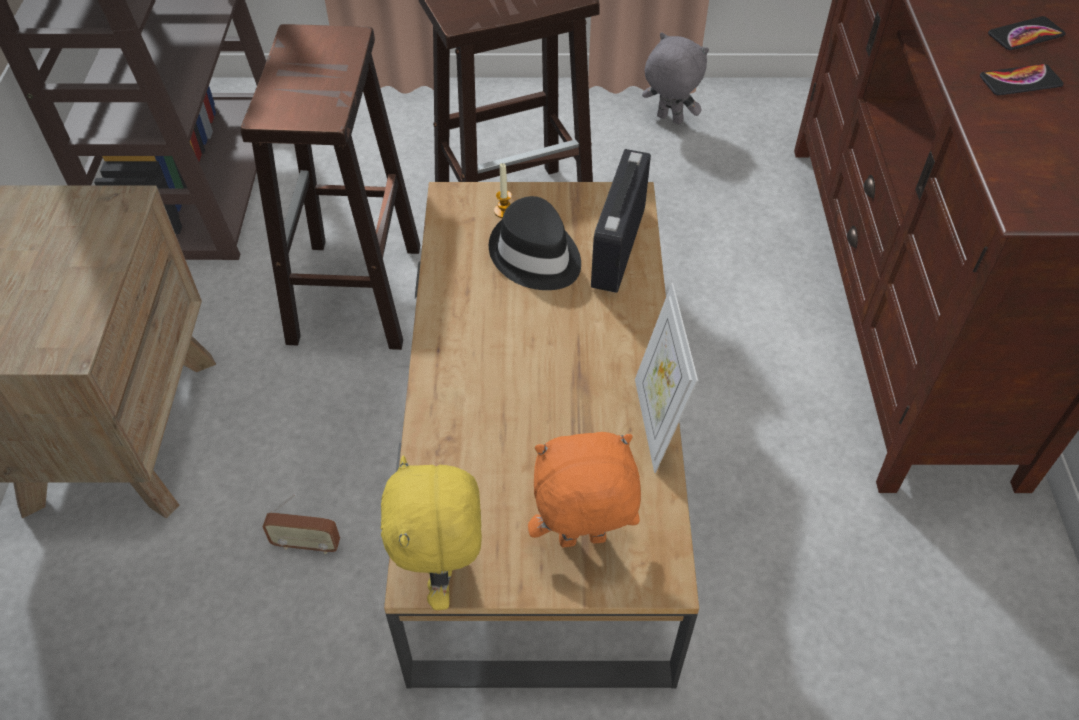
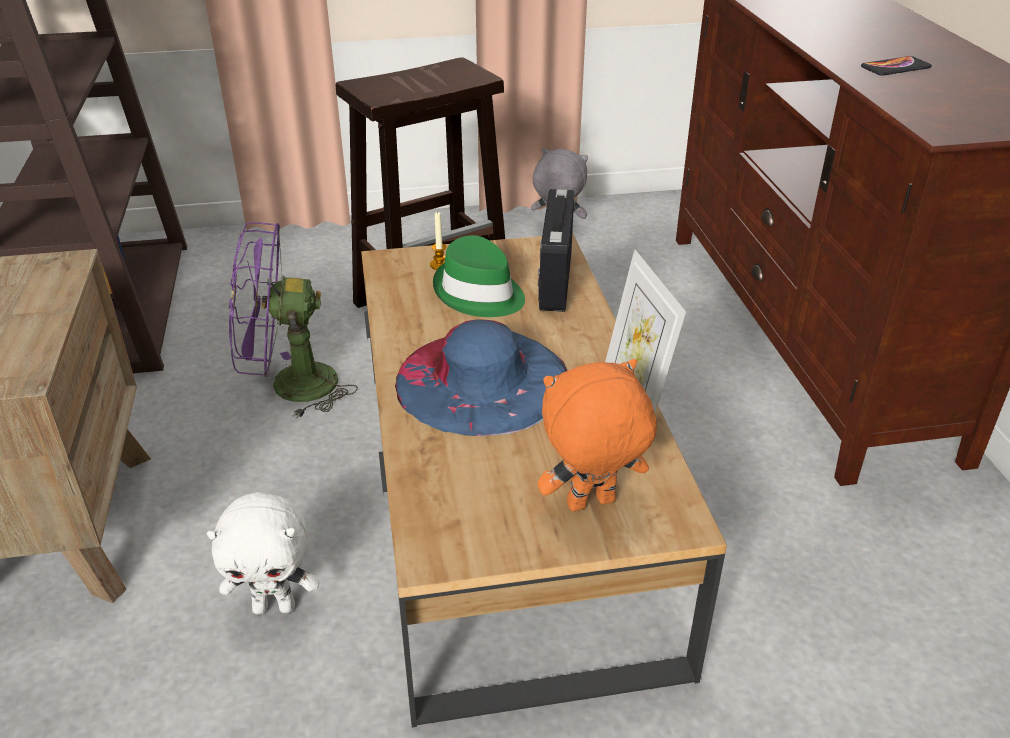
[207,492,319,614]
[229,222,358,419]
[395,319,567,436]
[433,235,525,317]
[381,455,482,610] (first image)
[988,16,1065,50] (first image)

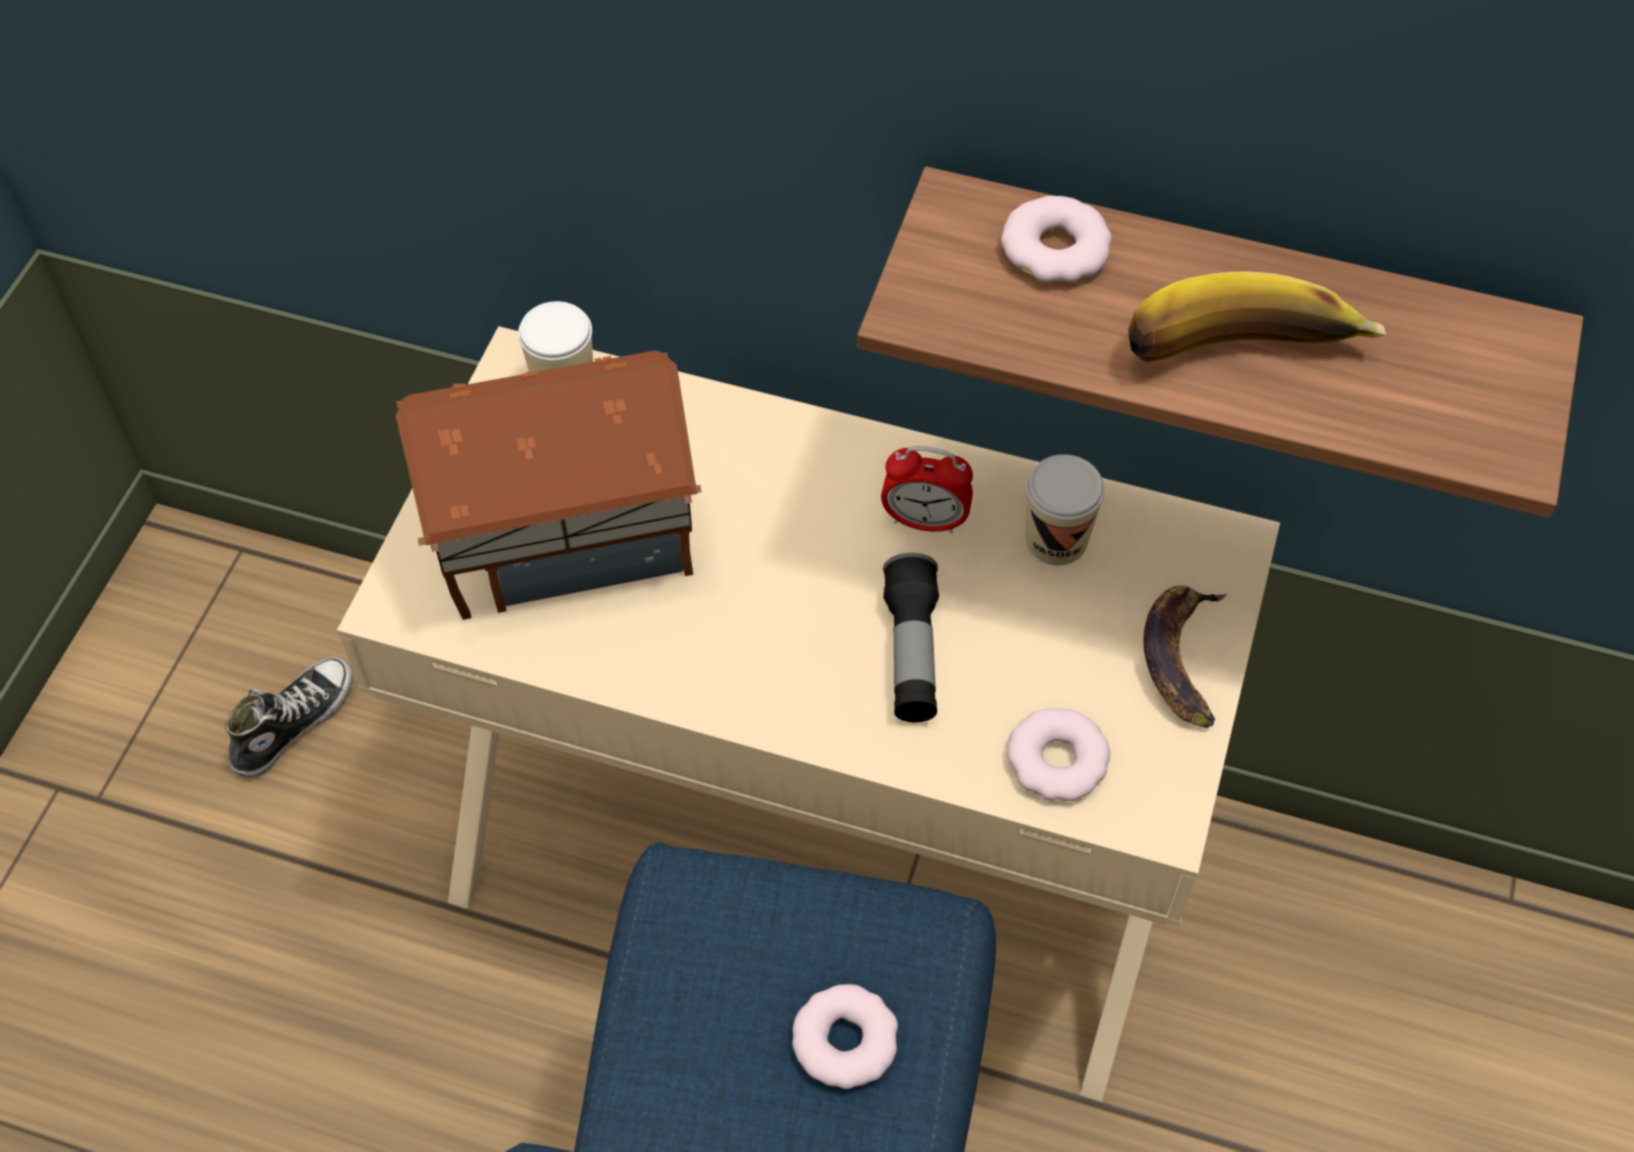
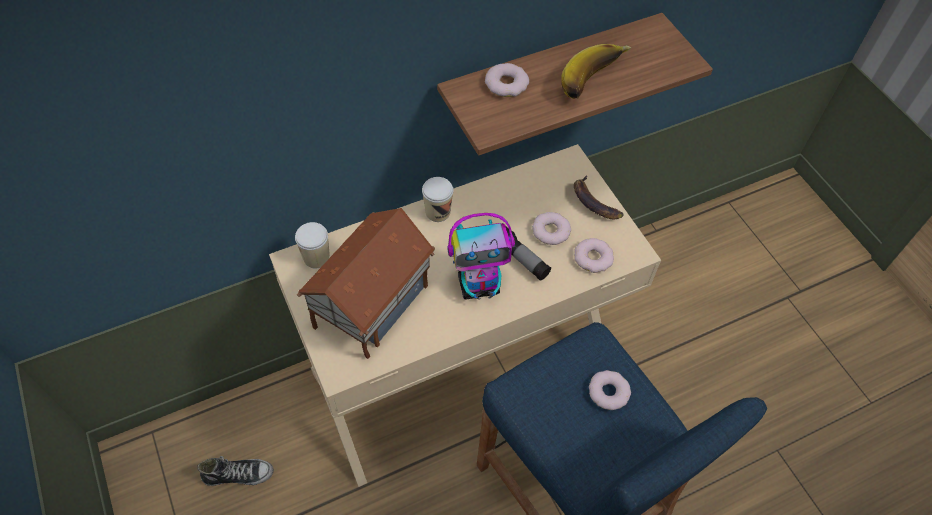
[197,456,274,486]
[422,177,453,222]
[447,213,515,300]
[532,212,571,245]
[881,446,973,533] (first image)

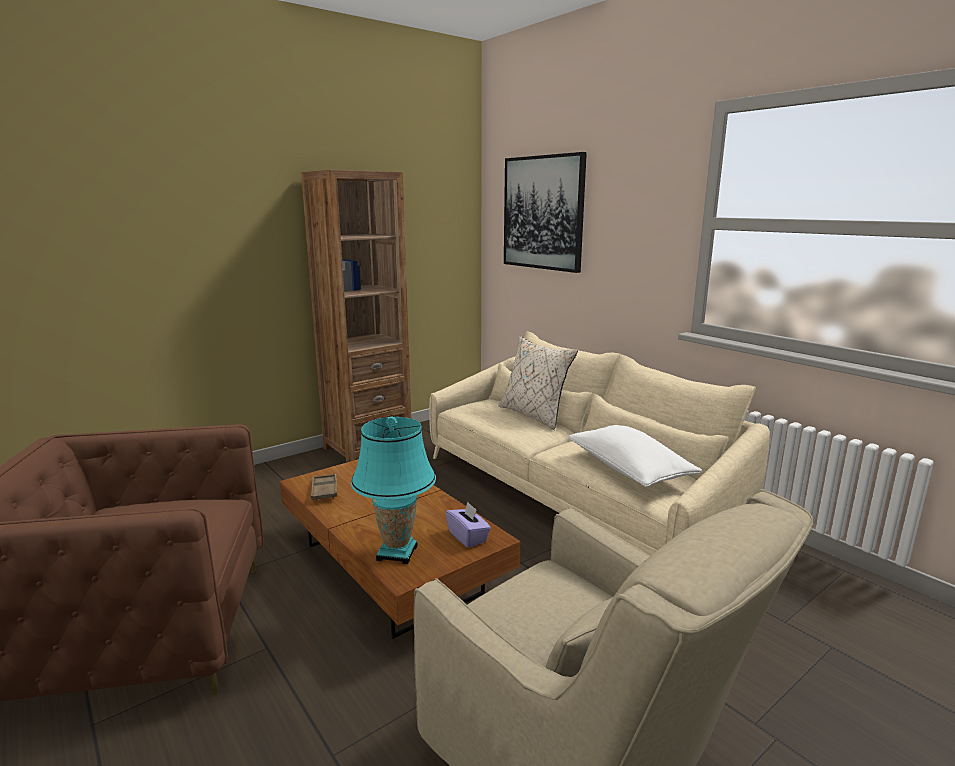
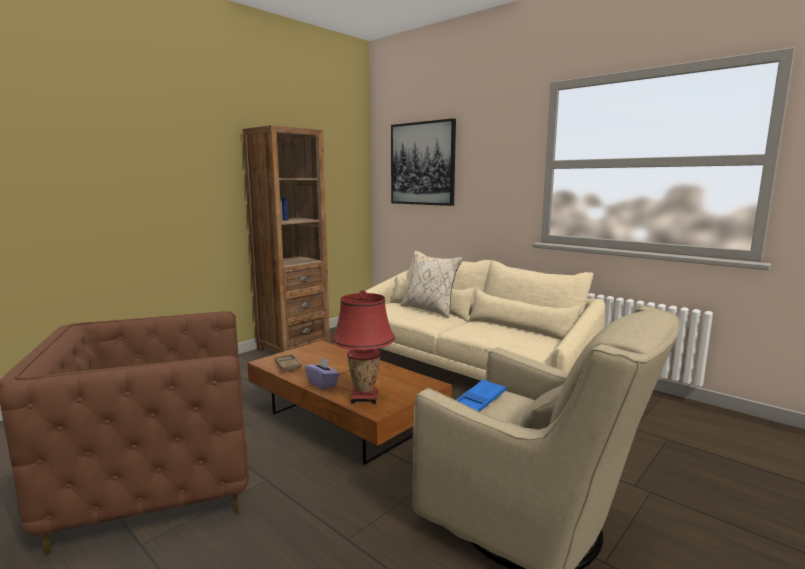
[305,357,340,389]
[332,290,395,404]
[456,379,506,412]
[568,425,702,487] (first image)

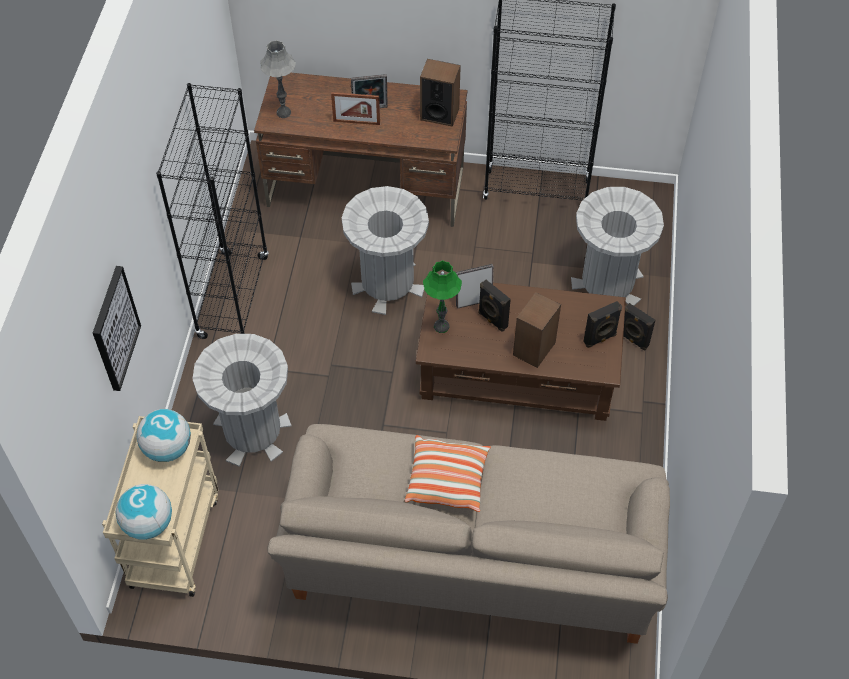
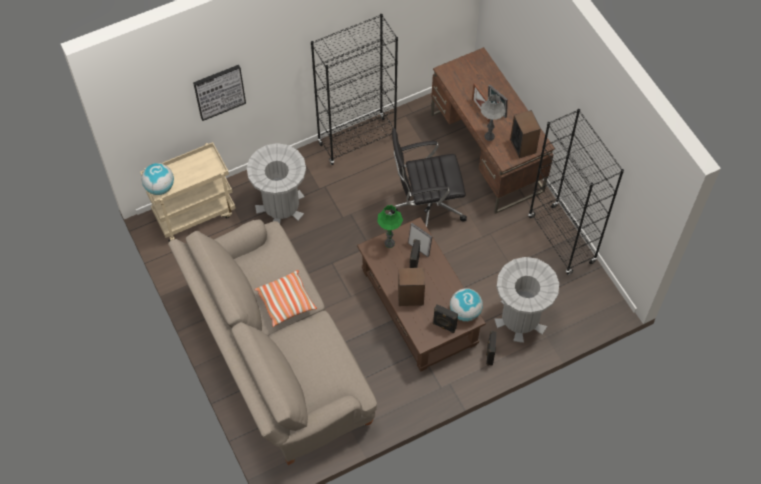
[390,128,467,227]
[450,288,483,321]
[481,95,506,141]

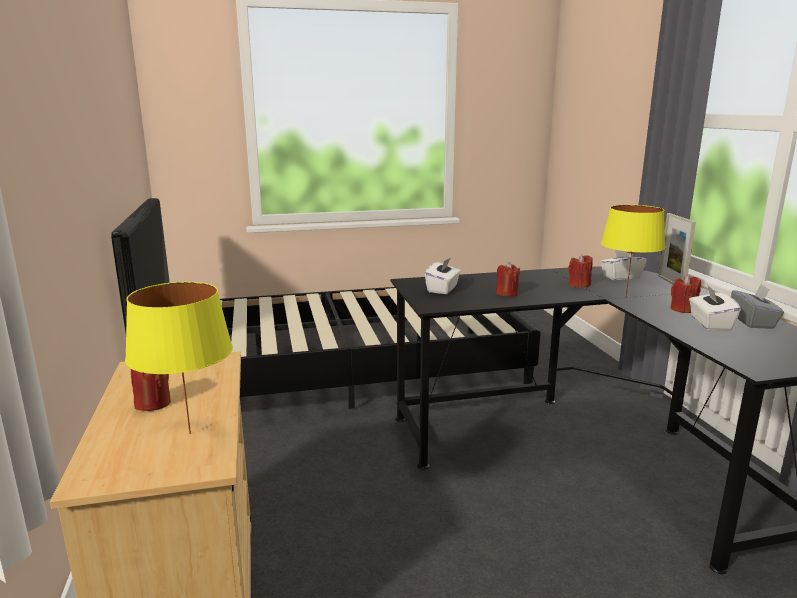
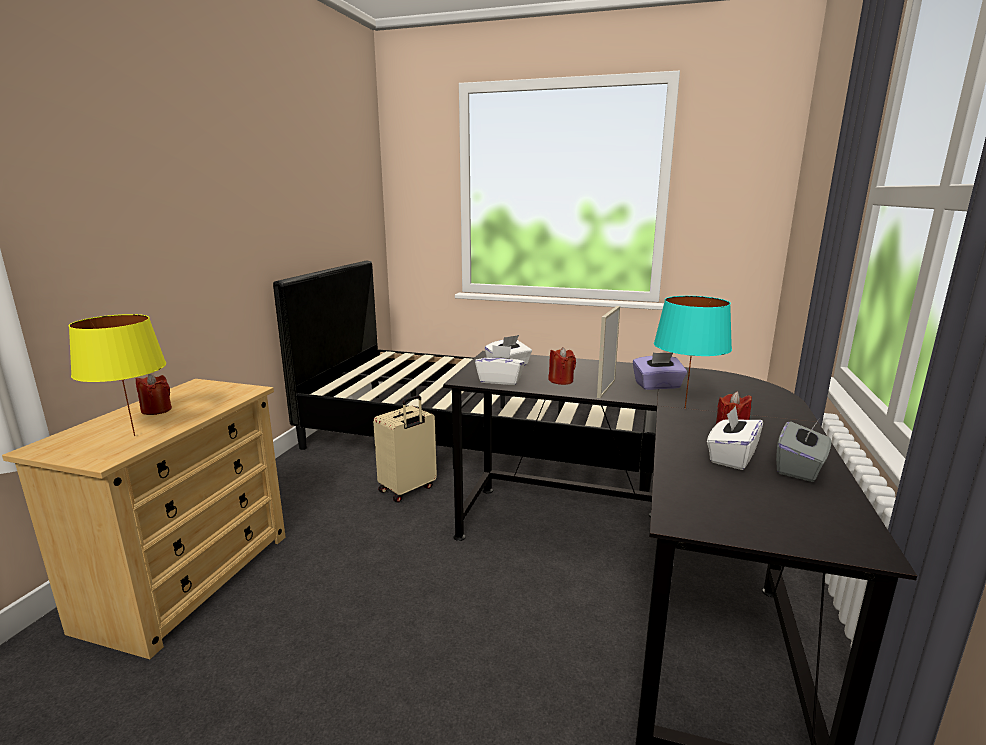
[373,395,437,503]
[475,345,525,385]
[597,306,620,398]
[633,353,687,390]
[654,296,732,409]

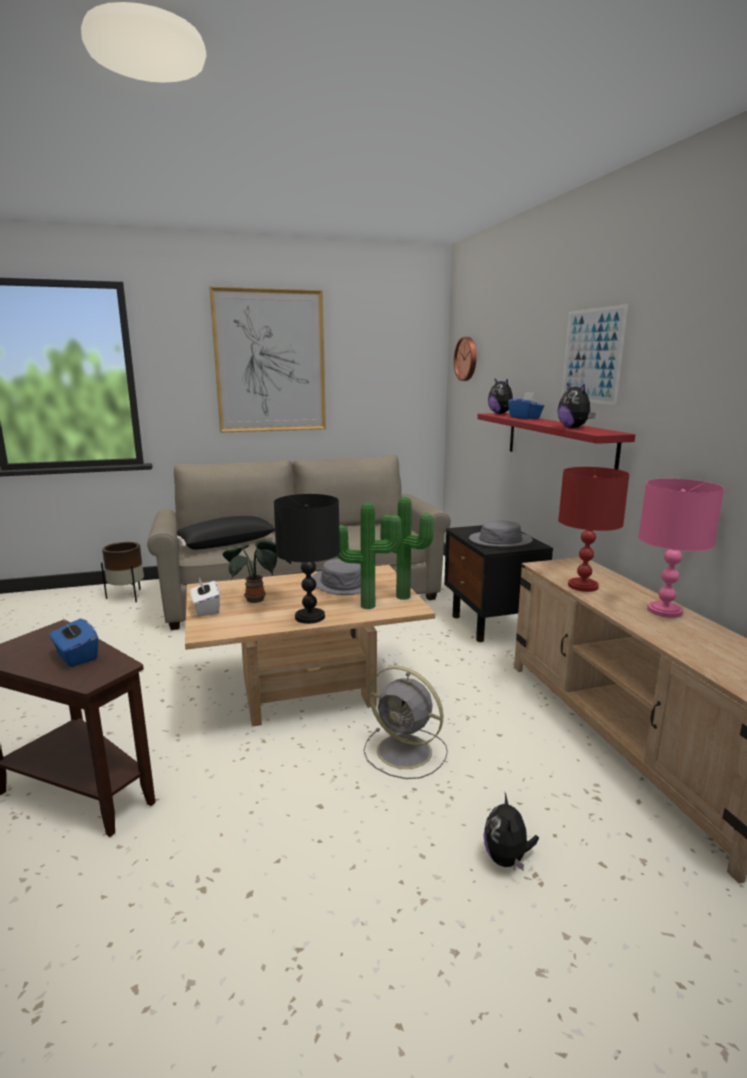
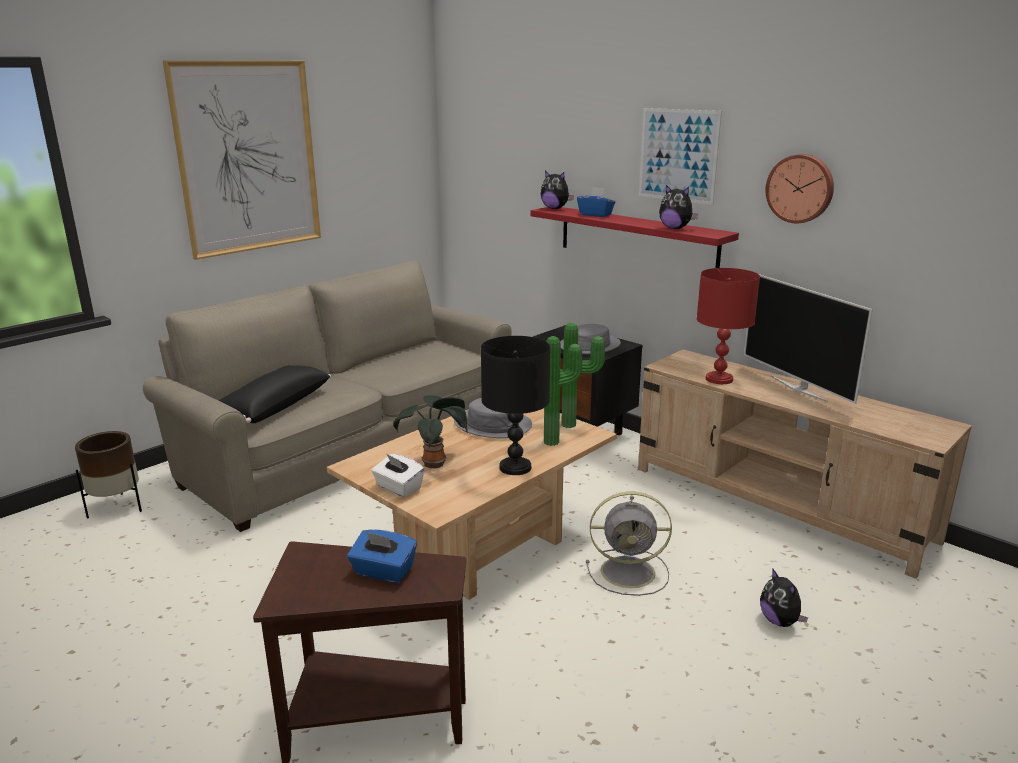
[744,274,873,404]
[765,154,834,223]

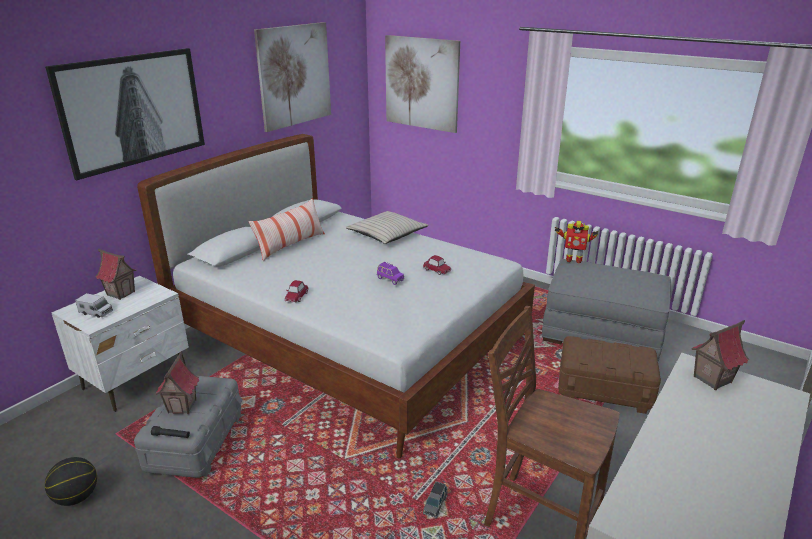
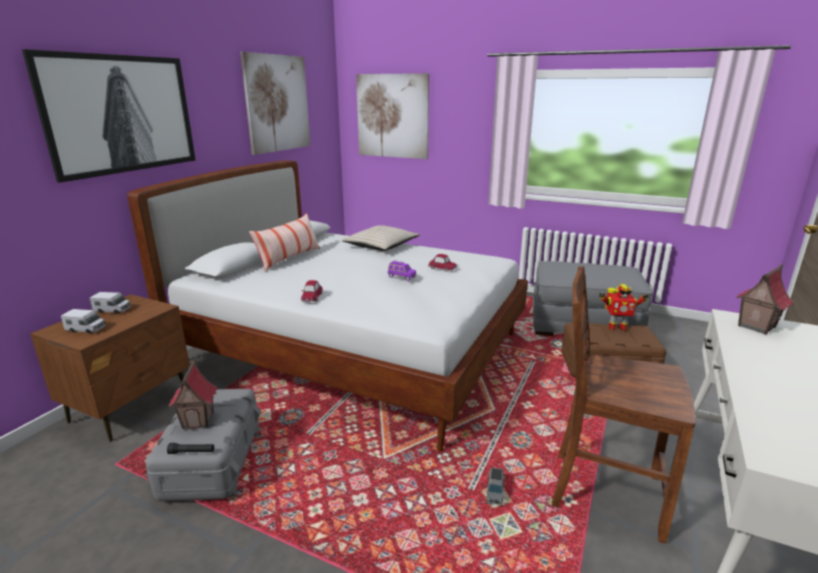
[30,294,190,442]
[90,292,131,314]
[599,284,649,331]
[45,457,97,506] (first image)

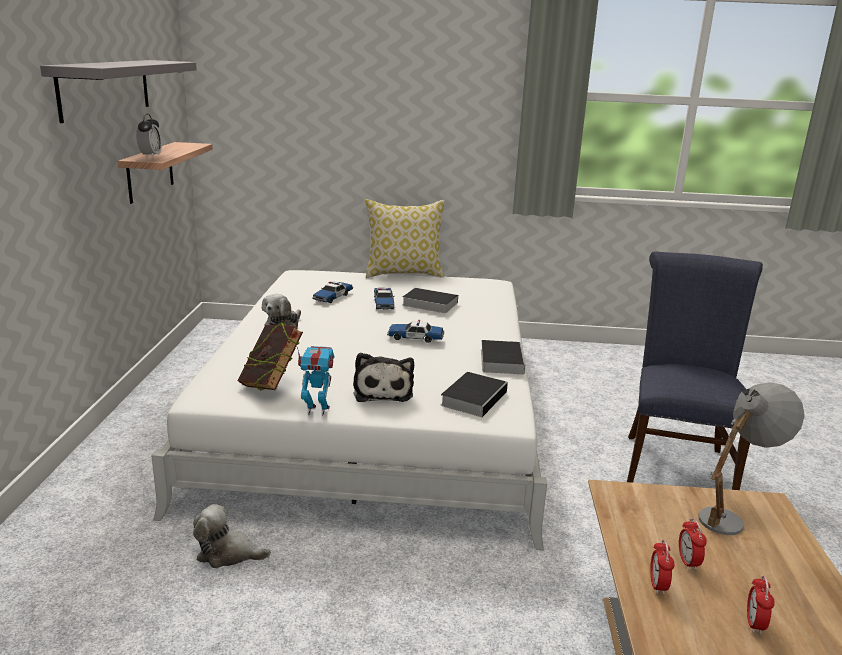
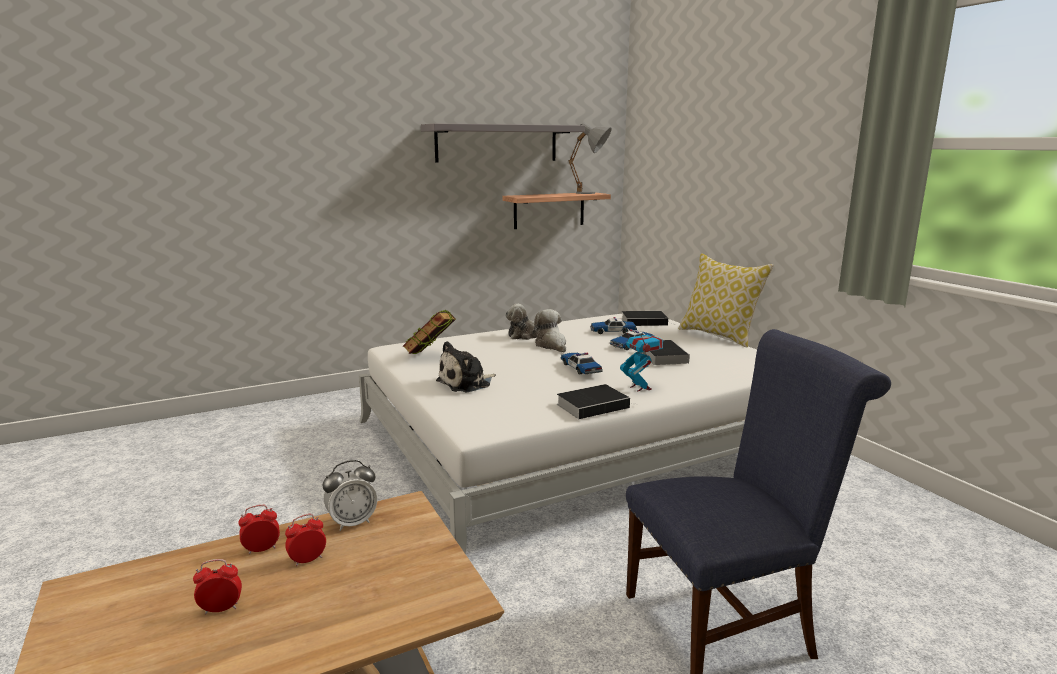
[323,460,378,531]
[532,309,566,352]
[568,122,612,194]
[620,328,663,391]
[622,311,675,326]

